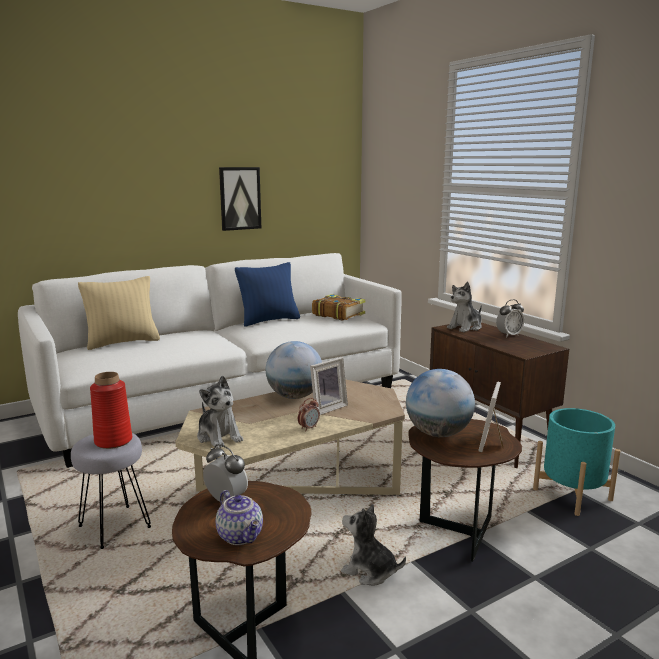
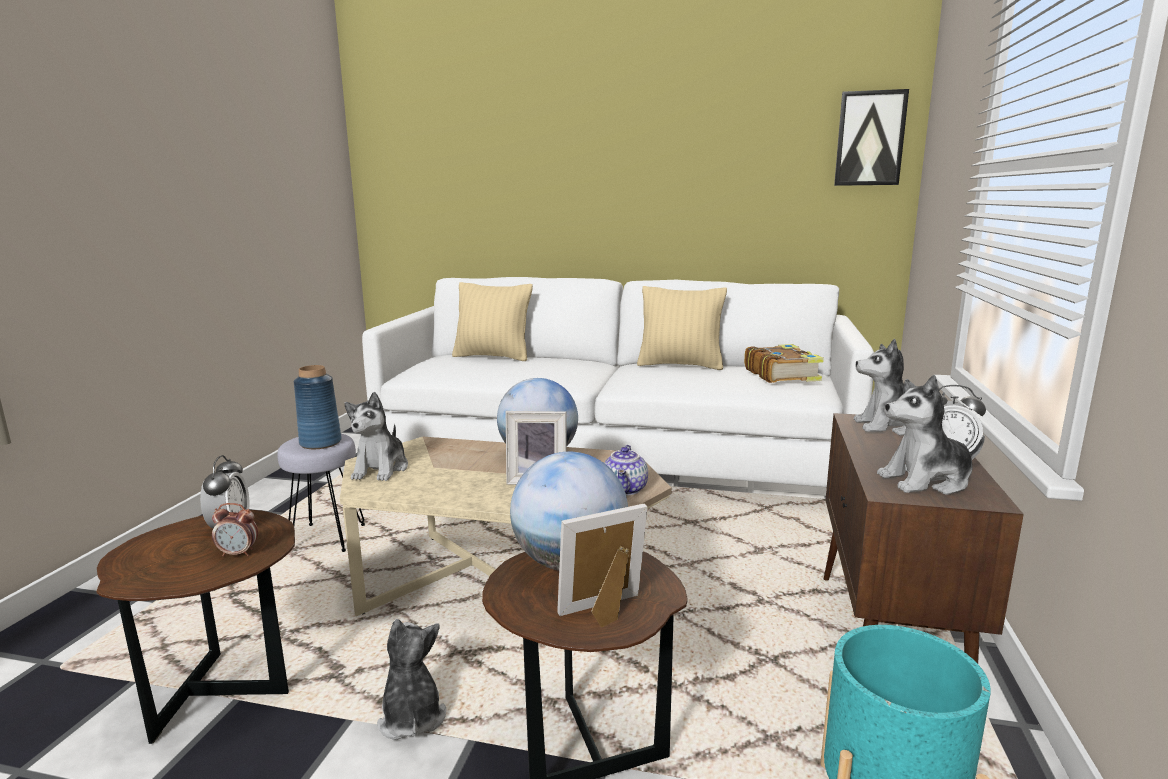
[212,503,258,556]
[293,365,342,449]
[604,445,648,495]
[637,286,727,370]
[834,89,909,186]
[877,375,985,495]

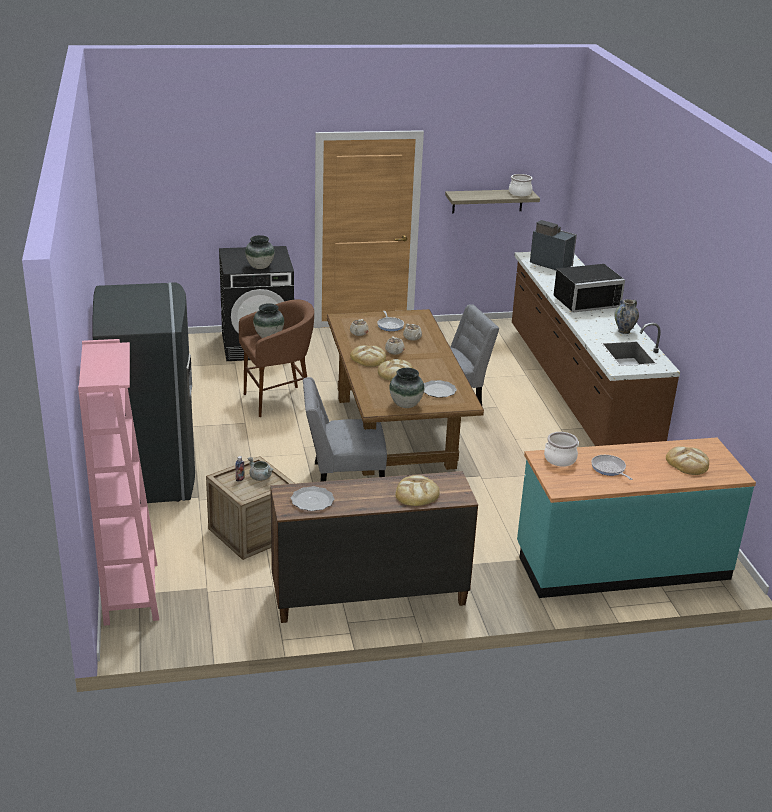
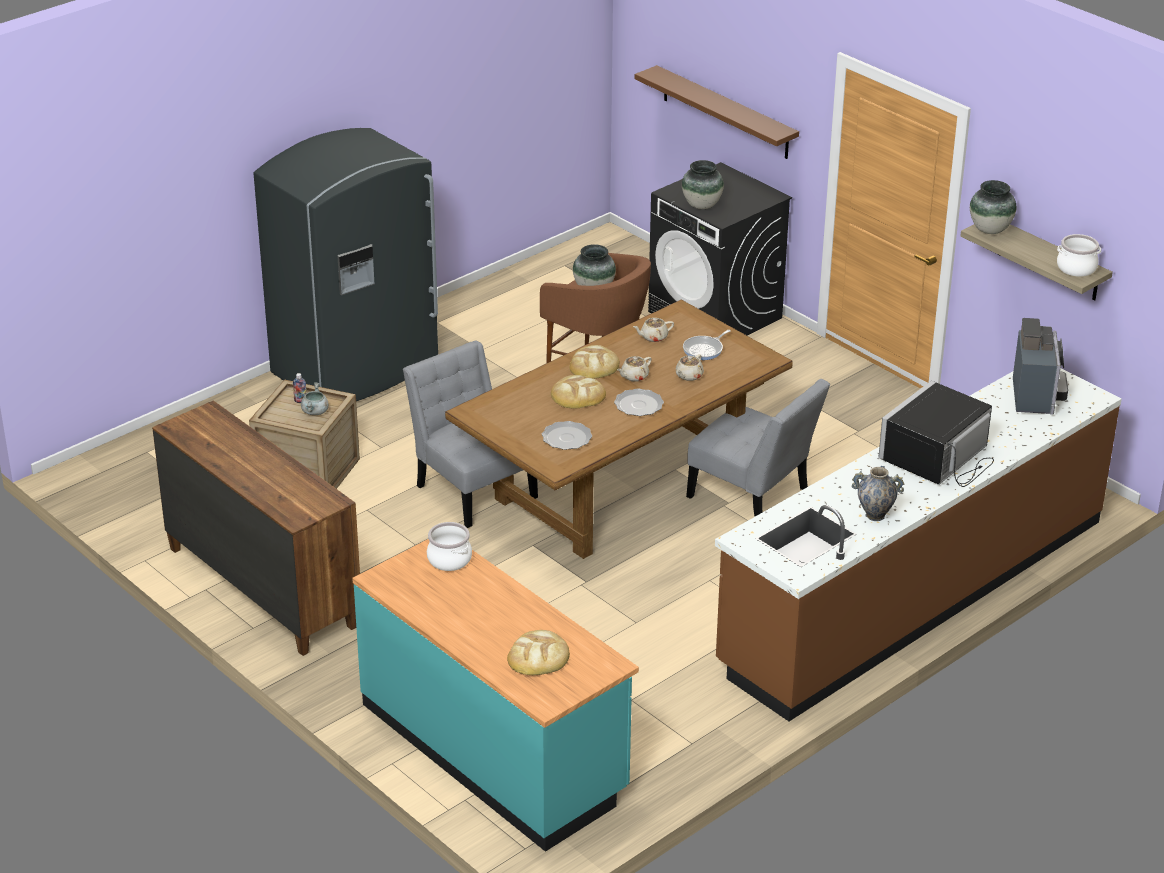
[614,388,664,416]
[635,65,799,159]
[878,380,994,487]
[970,180,1016,234]
[78,339,159,626] (first image)
[395,475,440,506] (first image)
[591,455,632,480] (first image)

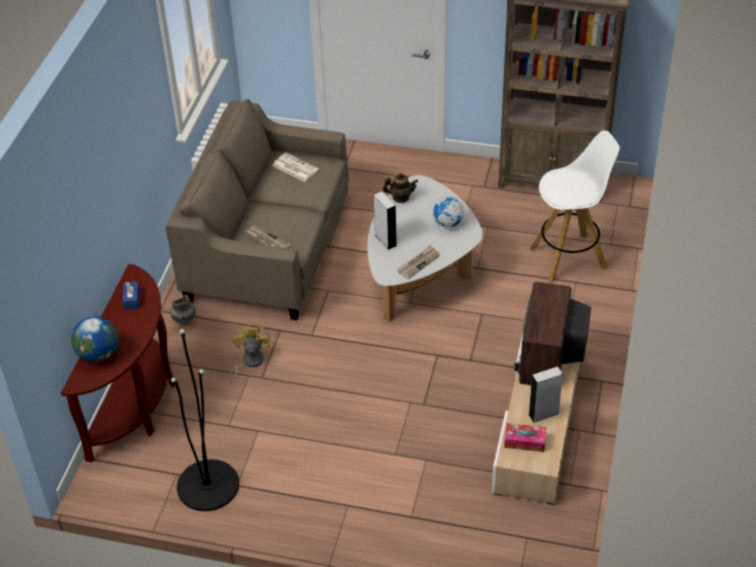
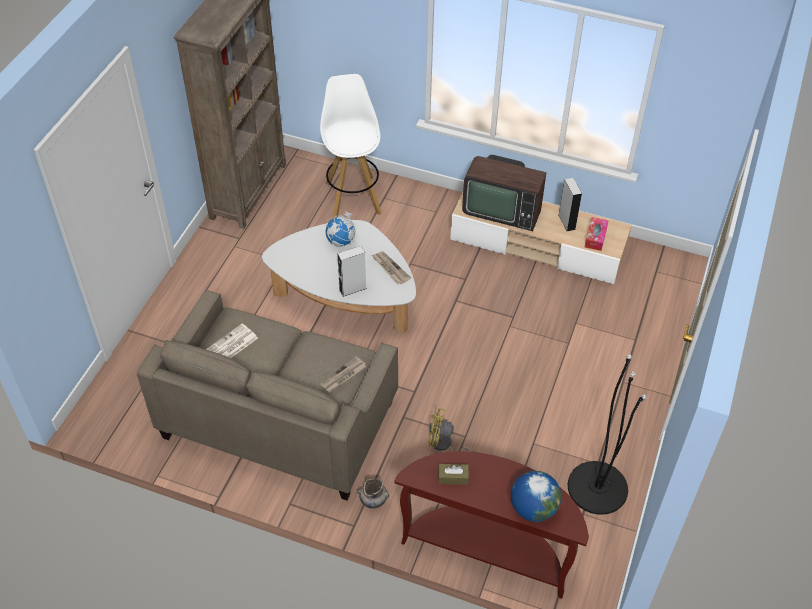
[438,464,469,485]
[383,173,418,203] (first image)

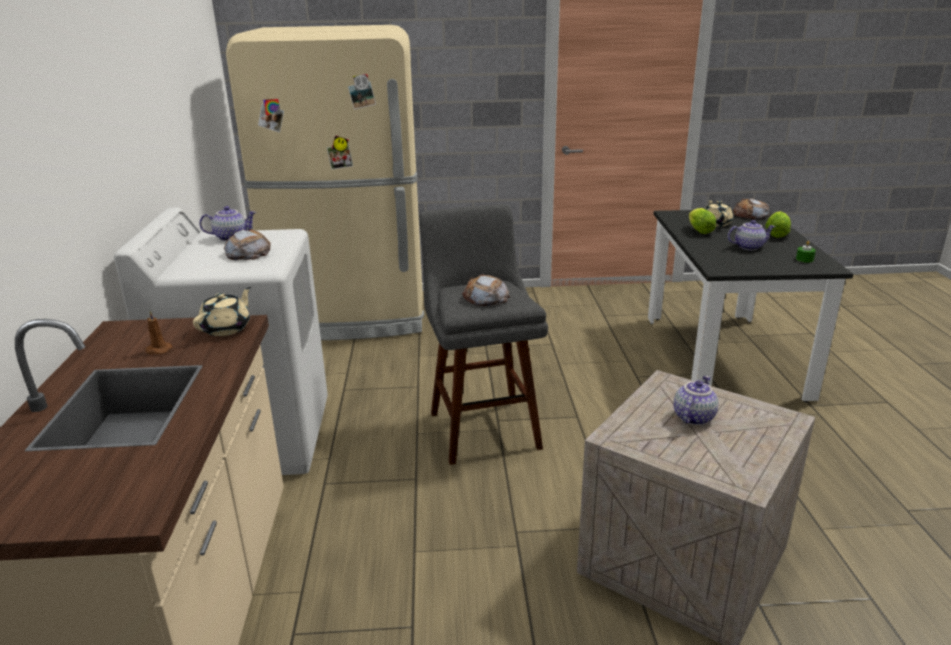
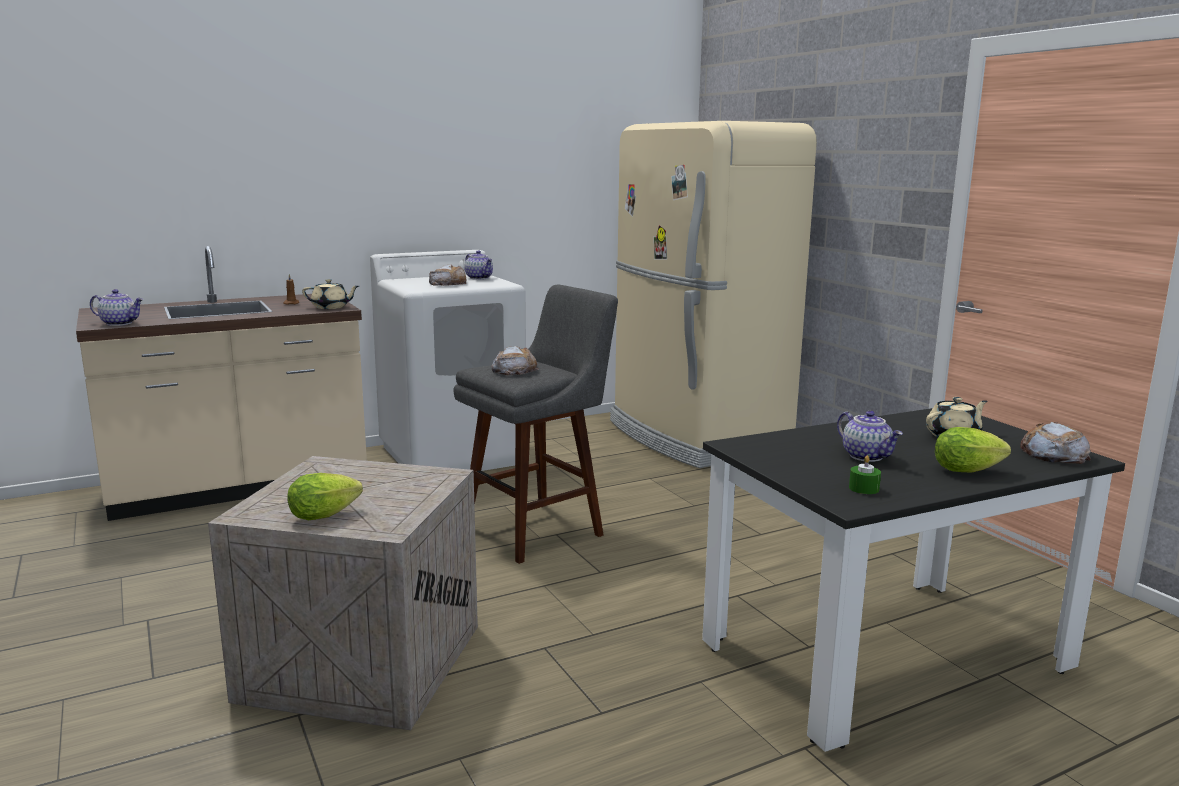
[90,289,144,326]
[287,473,363,520]

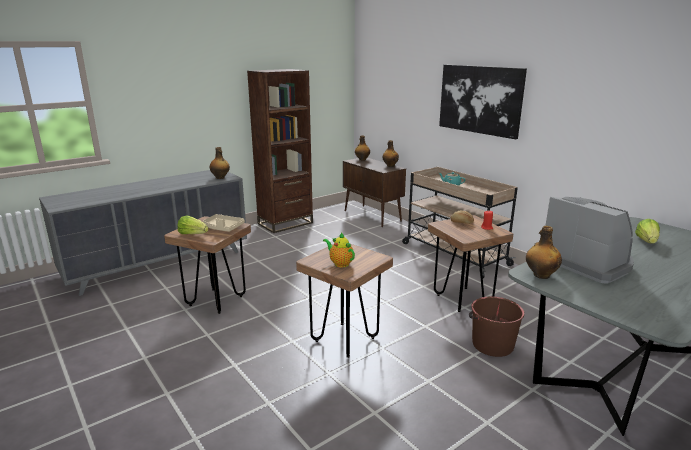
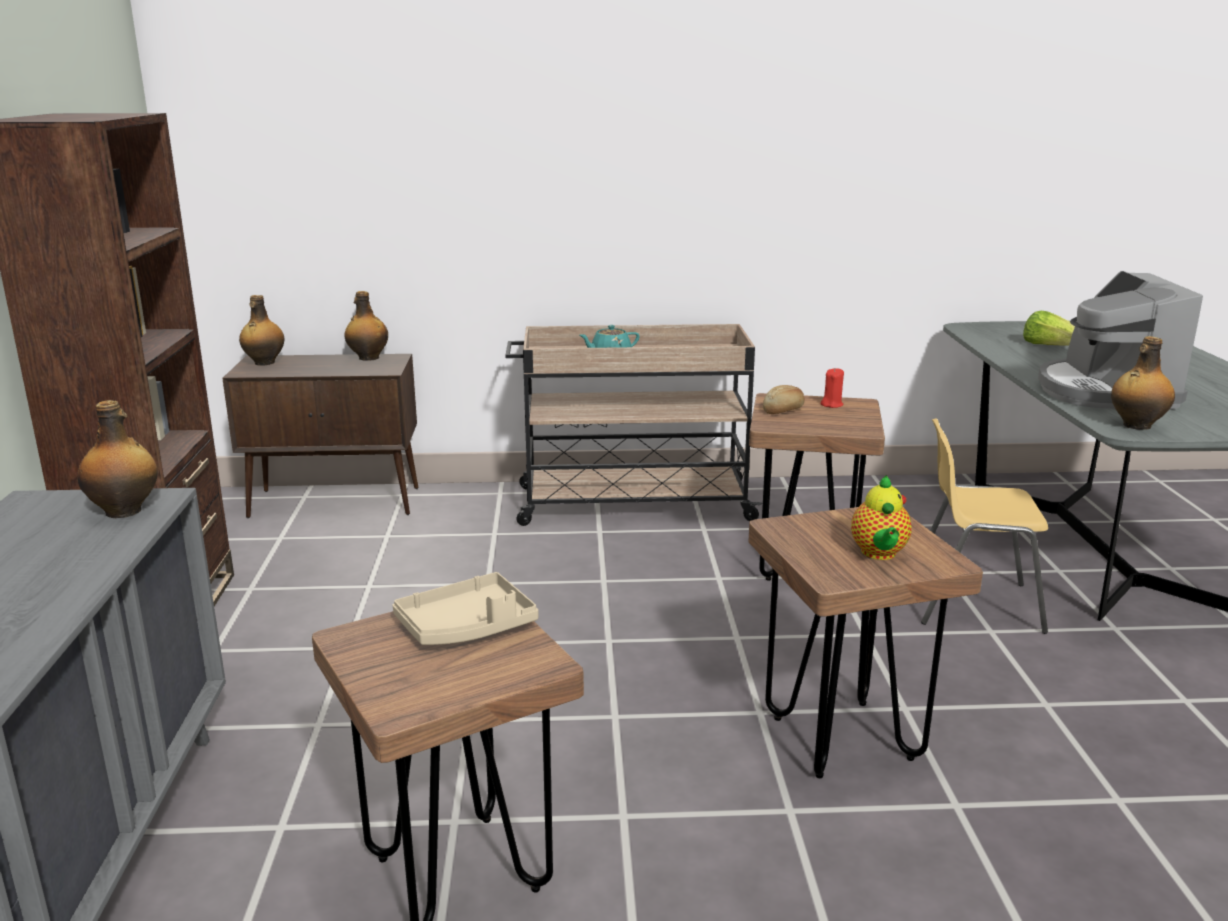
[851,475,912,560]
[921,418,1048,634]
[1038,271,1203,409]
[177,215,208,234] (first image)
[439,65,527,139] (first image)

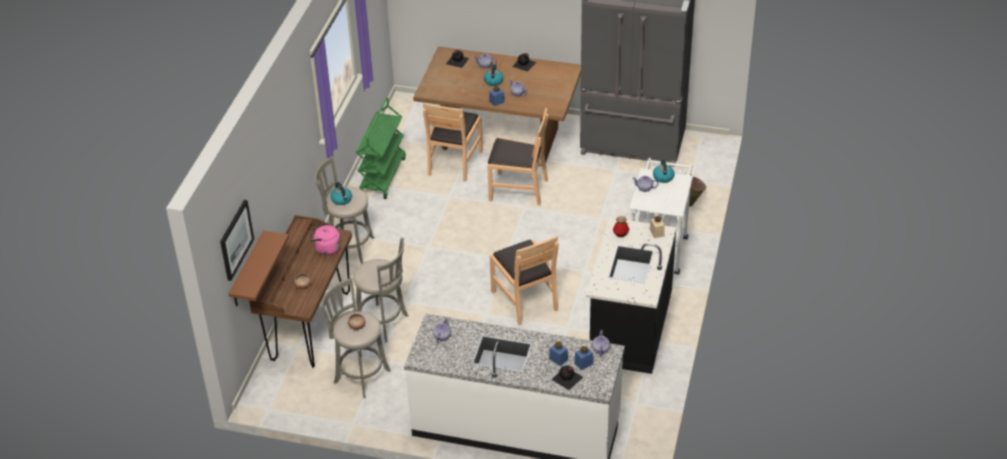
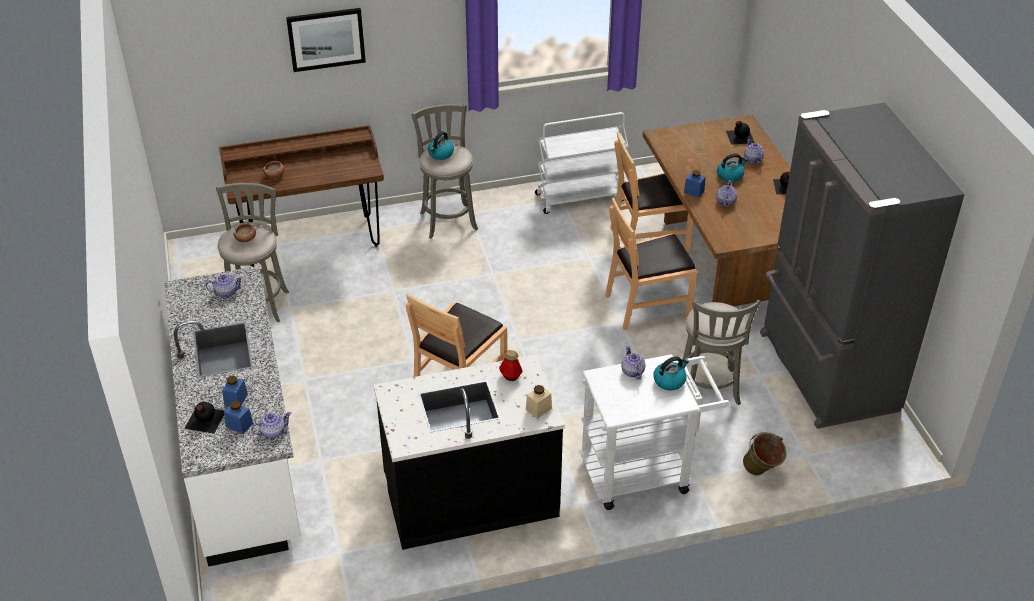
[286,8,366,72]
[535,112,629,214]
[605,197,697,330]
[683,300,761,405]
[229,230,289,306] (first image)
[309,223,341,255] (first image)

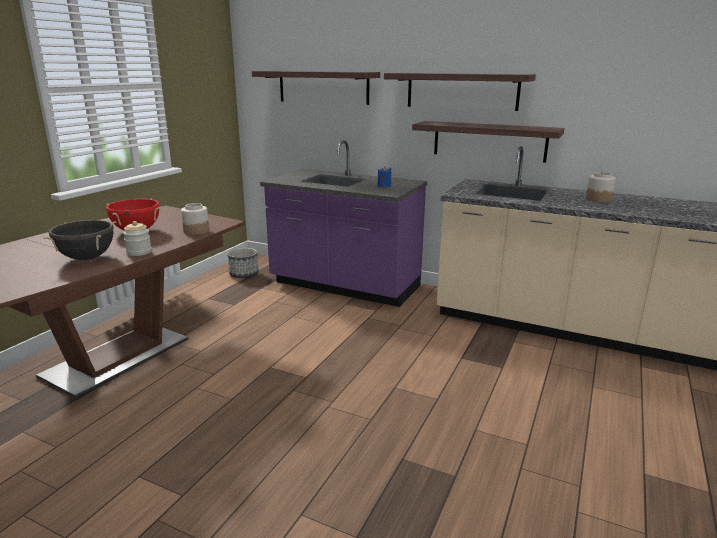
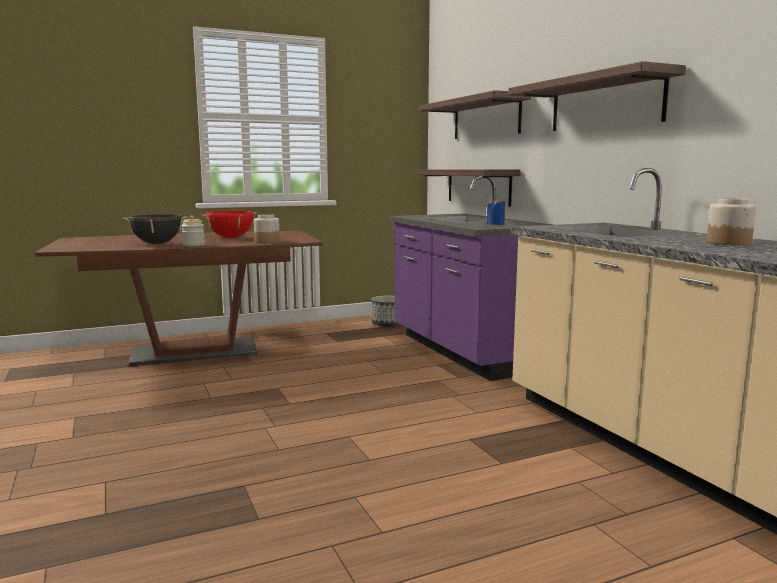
[414,169,521,207]

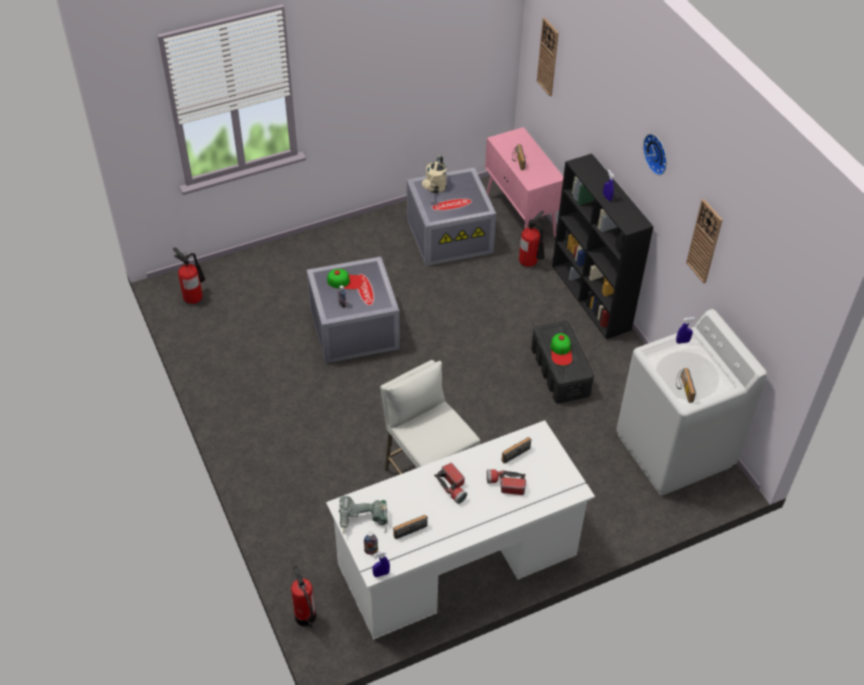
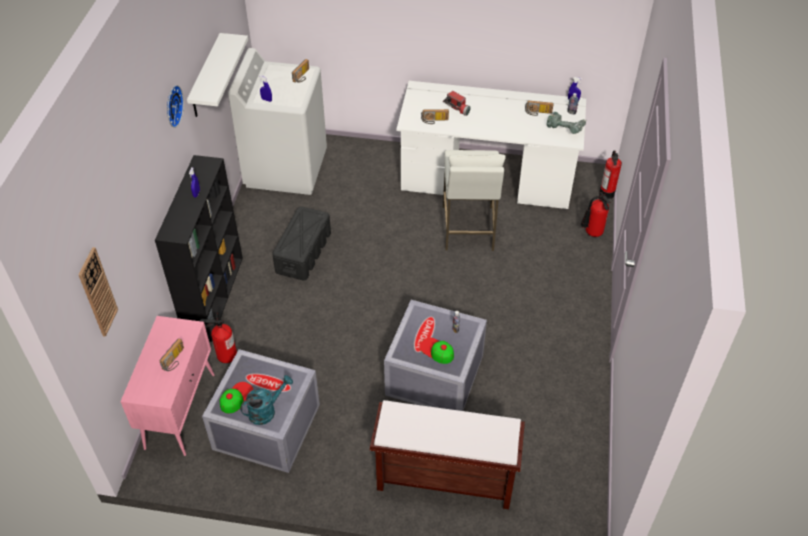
[187,33,248,117]
[220,382,254,413]
[240,375,293,425]
[370,400,525,509]
[580,192,610,237]
[434,463,467,504] (first image)

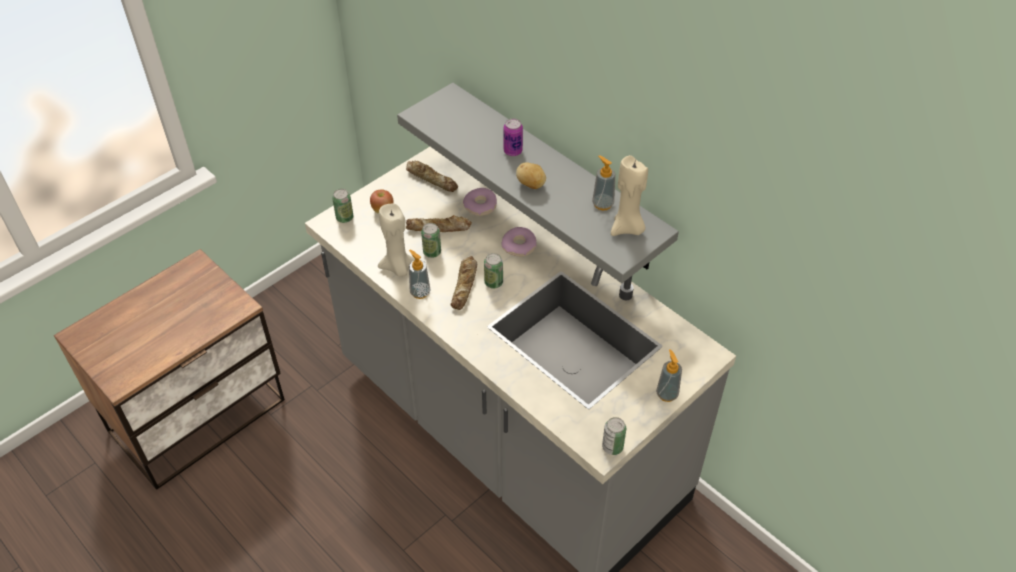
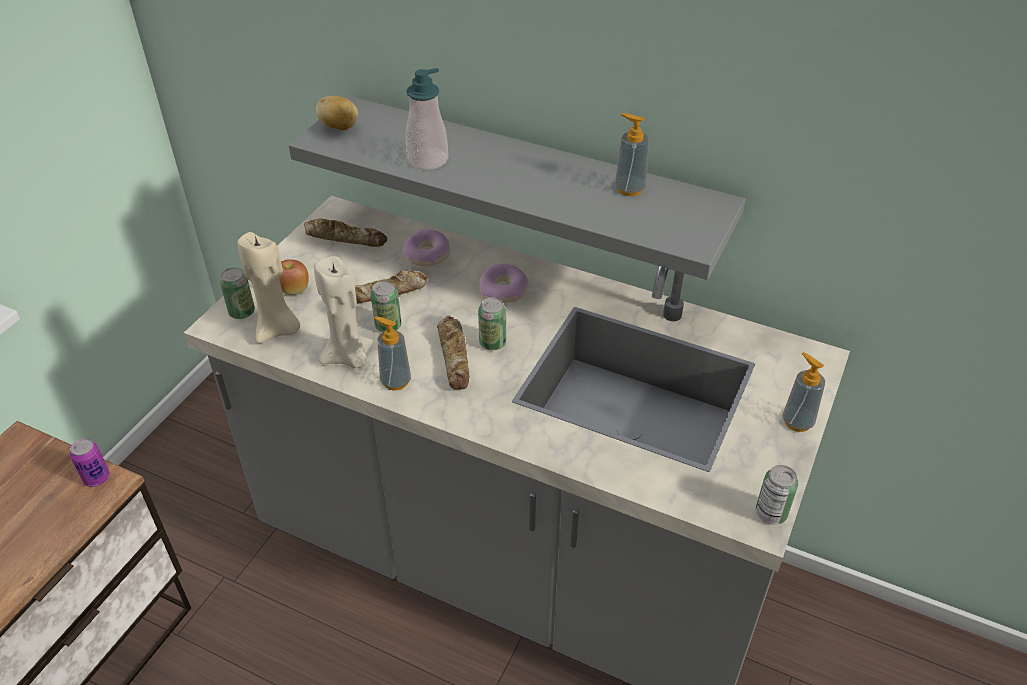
[70,438,110,487]
[237,232,300,343]
[316,96,358,130]
[406,68,448,171]

